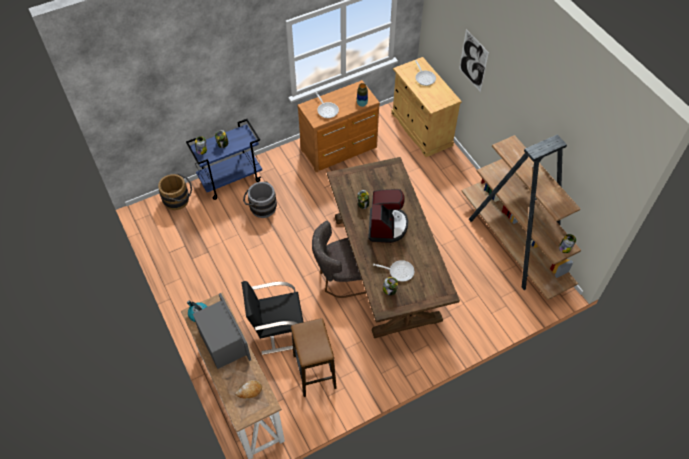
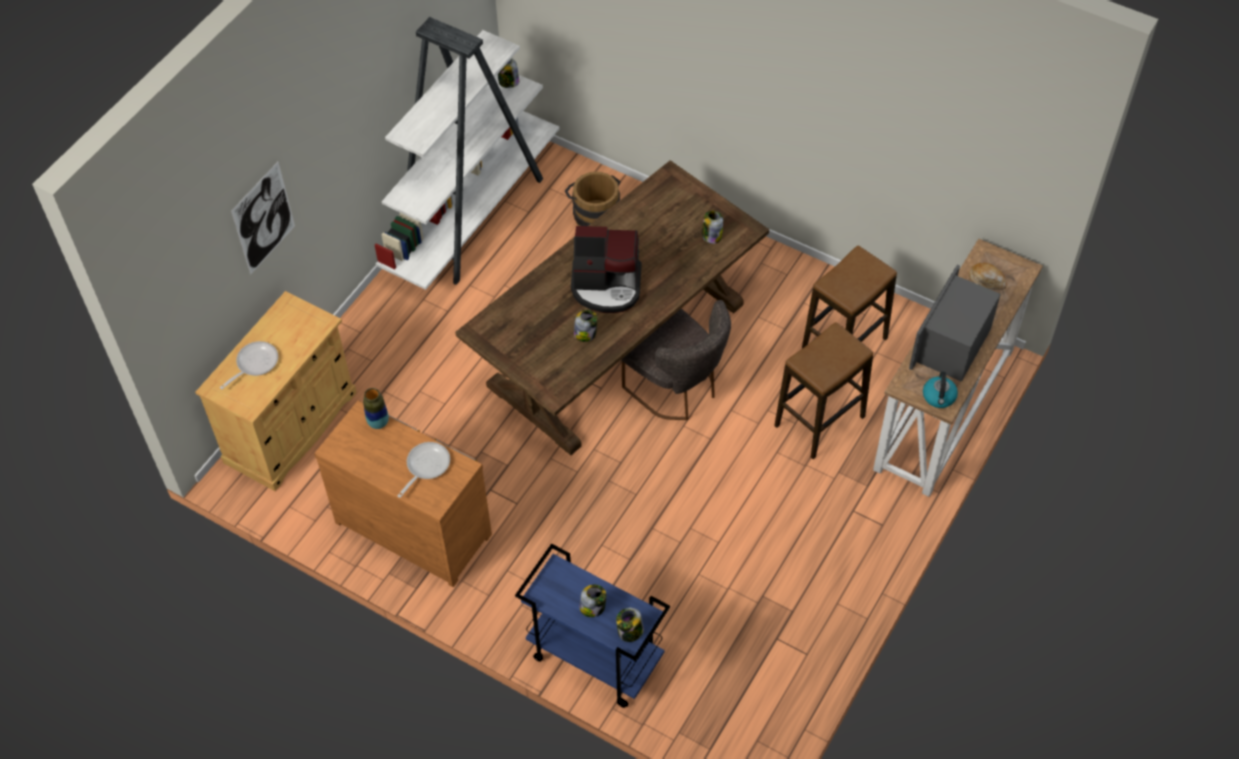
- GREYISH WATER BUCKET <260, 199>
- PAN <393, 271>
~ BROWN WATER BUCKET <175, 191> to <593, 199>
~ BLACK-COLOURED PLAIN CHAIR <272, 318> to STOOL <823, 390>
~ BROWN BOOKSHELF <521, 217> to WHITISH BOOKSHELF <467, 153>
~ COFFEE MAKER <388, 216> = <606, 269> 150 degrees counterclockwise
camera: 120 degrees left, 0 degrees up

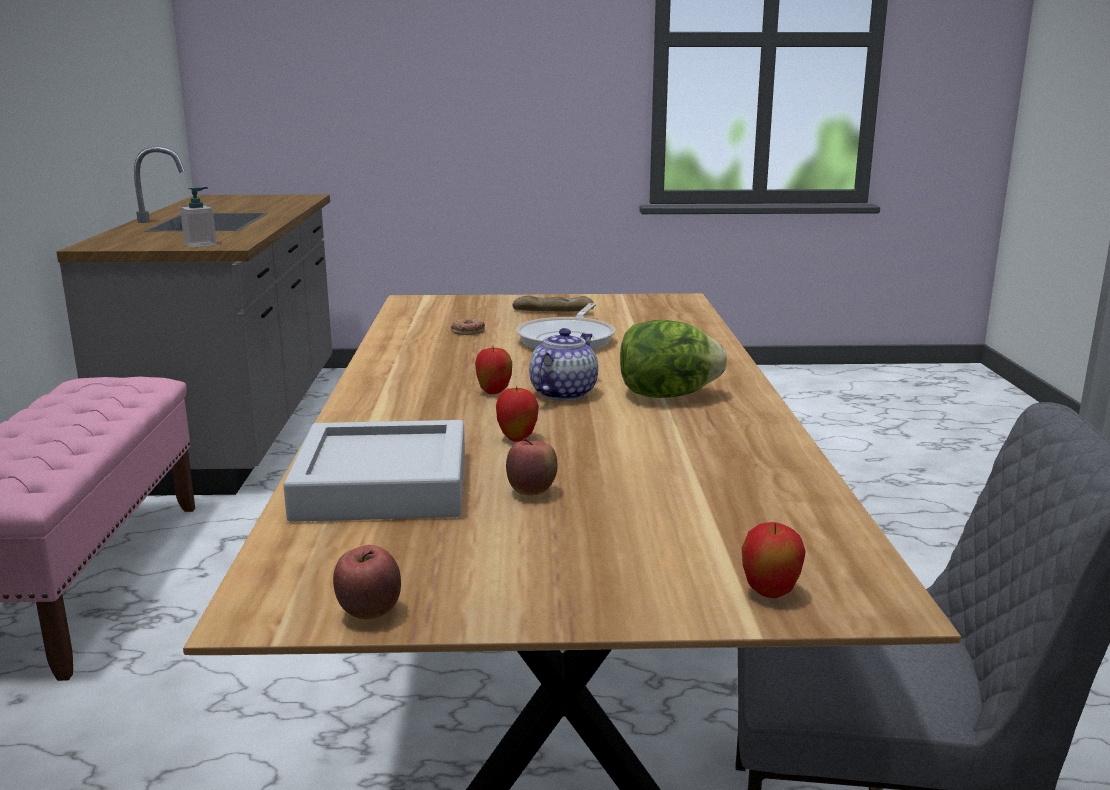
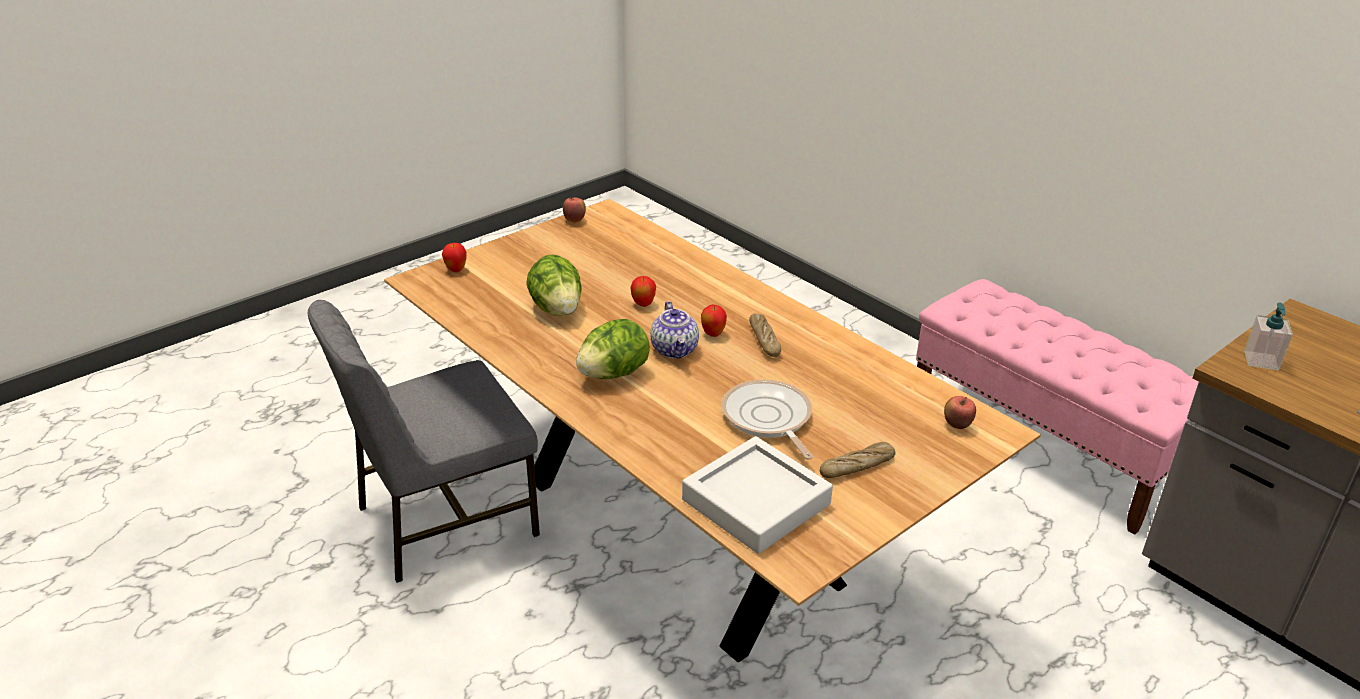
- RING DOUGHNUT <468, 326>
+ HEAD OF LETTUCE <554, 285>
+ BAKED BREAD <765, 335>
~ GREYISH TRAY <374, 471> to <757, 495>
~ APPLE FRUIT <532, 467> to <960, 412>
camera: 140 degrees right, 15 degrees up

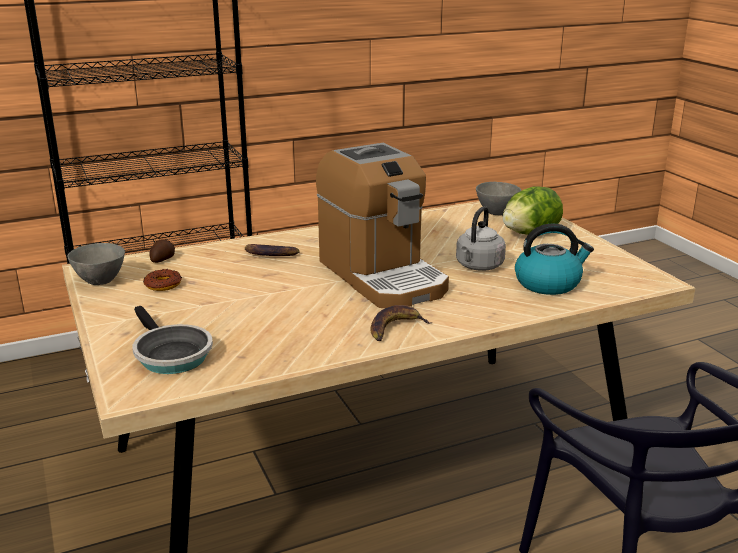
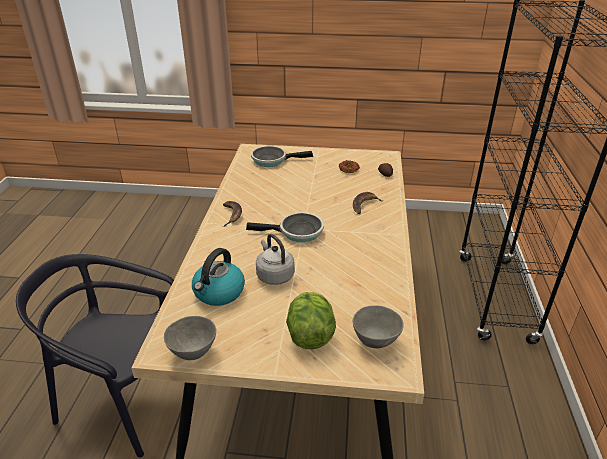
~ GREYISH DEEP DISH <96, 264> to <190, 338>
~ COFFEE MAKER <382, 225> to PAN <285, 227>
camera: 120 degrees right, 10 degrees up

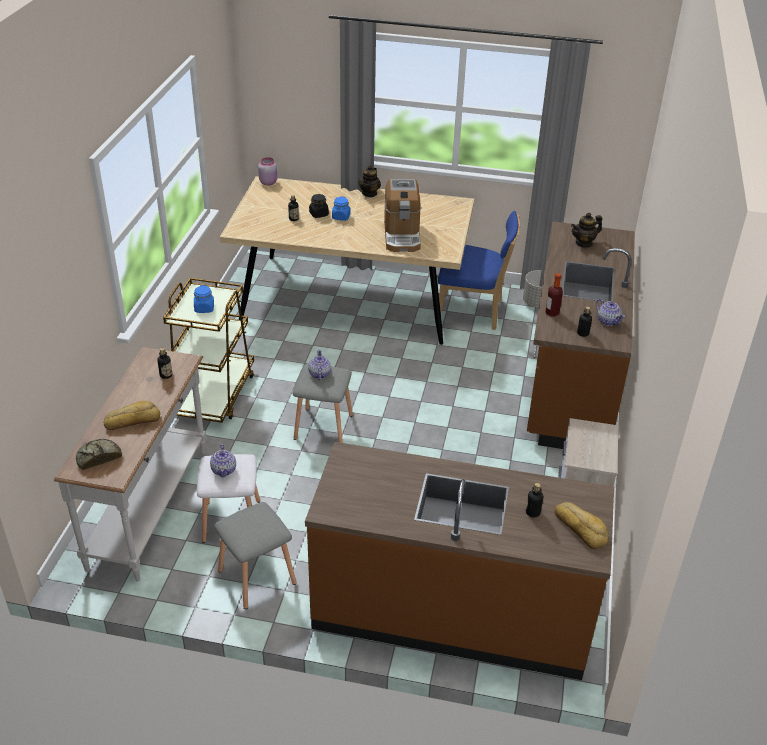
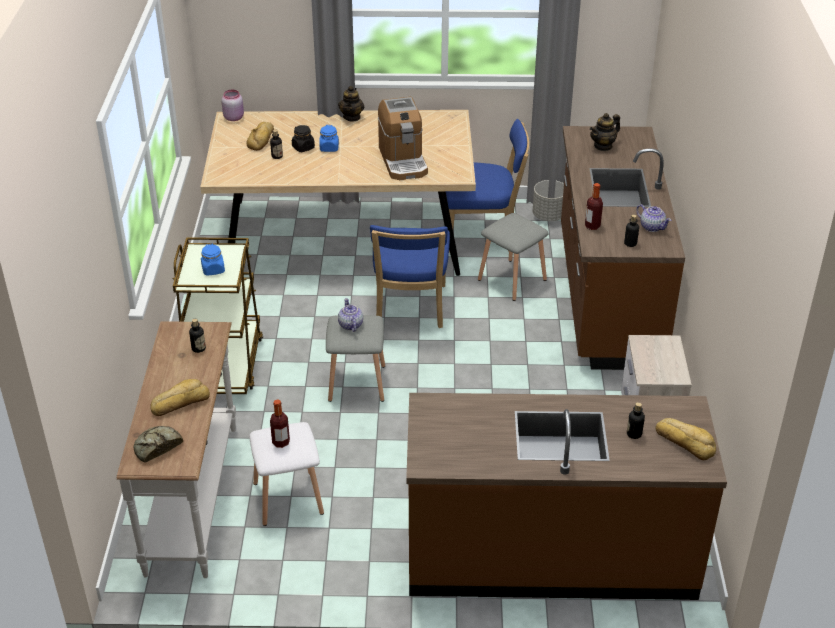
+ BAKED BREAD <260, 136>
+ BLUE PLAIN CHAIR <410, 276>
~ GREYISH STOOL <255, 555> to <513, 257>
~ TEA POT <223, 460> to BEVERAGE BOTTLE <280, 424>
camera: 10 degrees left, 0 degrees up

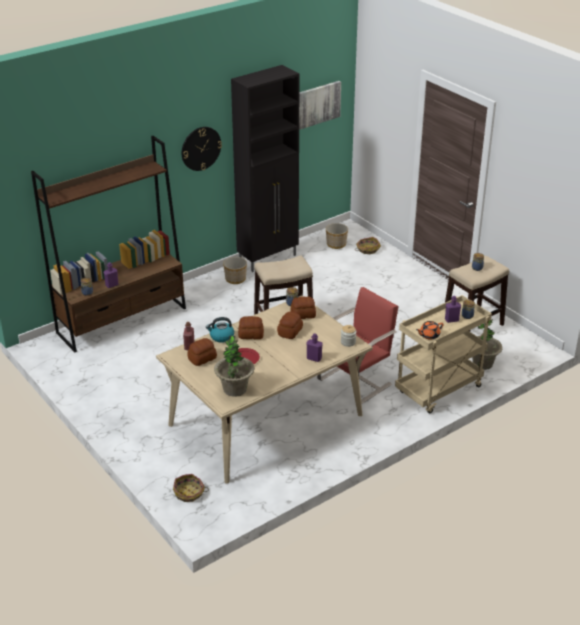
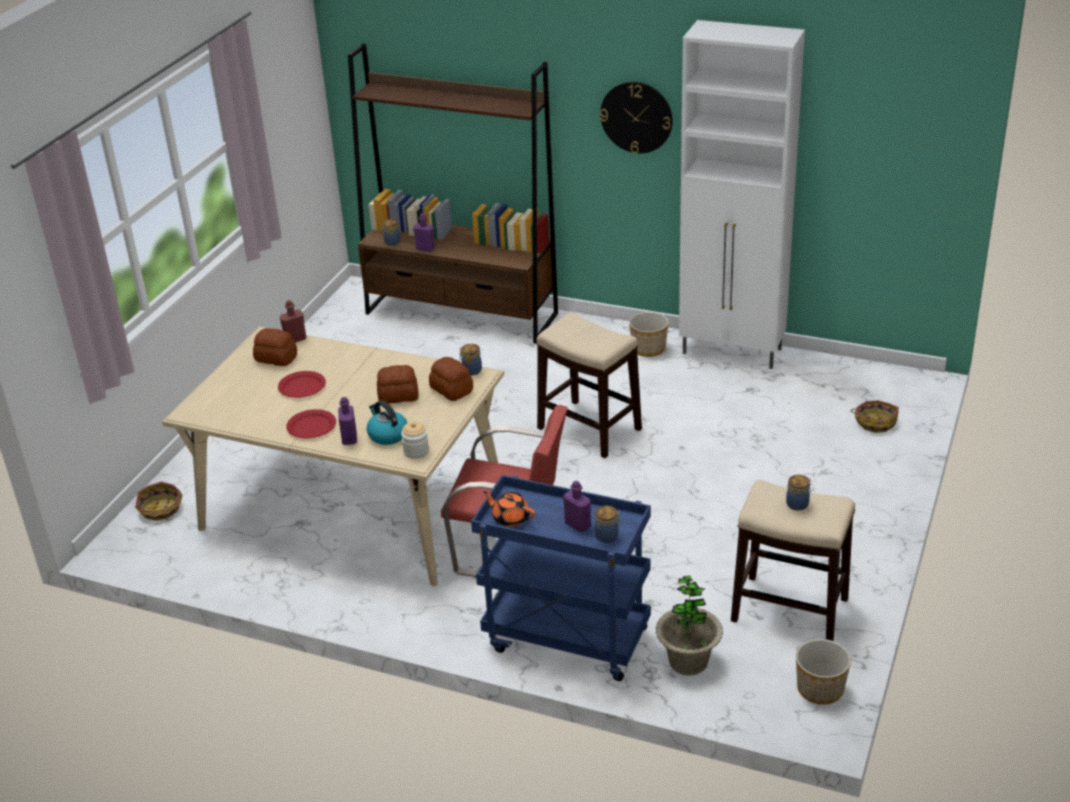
- PLANT IN A POT <234, 366>
- BAKED BREAD <251, 327>
- PICTURE <320, 105>
+ REDDISH FLAT DISH <311, 424>
~ WATER KETTLE <220, 330> to <387, 422>
~ FLOWER POT <337, 236> to <823, 672>
~ BLACK-COLOURED CUPBOARD <265, 168> to WHITISH CUPBOARD <742, 194>
~ BEIGE-COLOURED WHEELED CART <443, 354> to BLUE WHEELED CART <561, 578>
camera: 60 degrees right, 0 degrees up

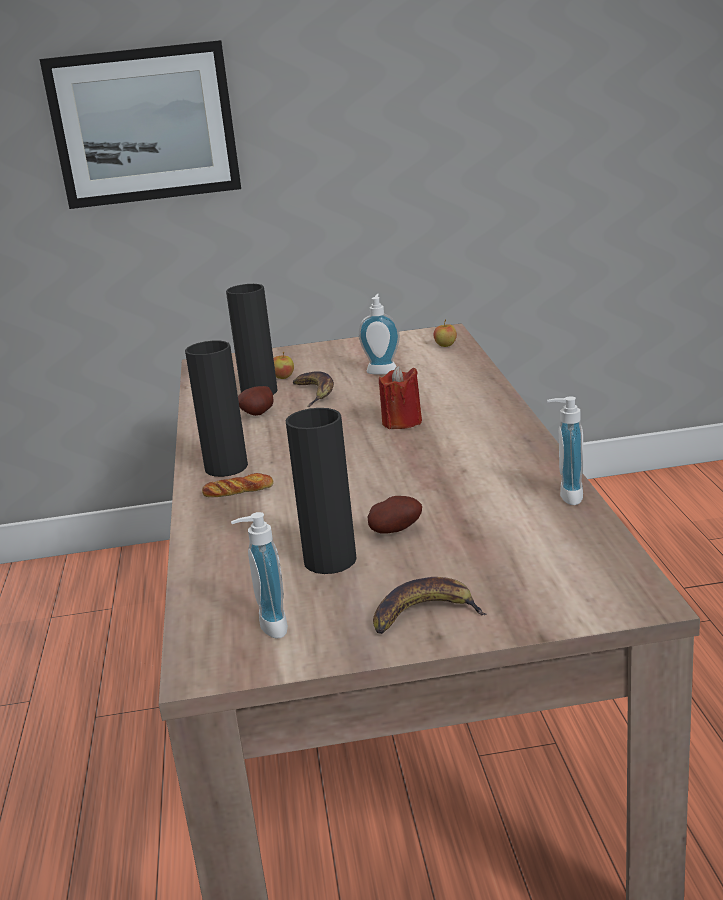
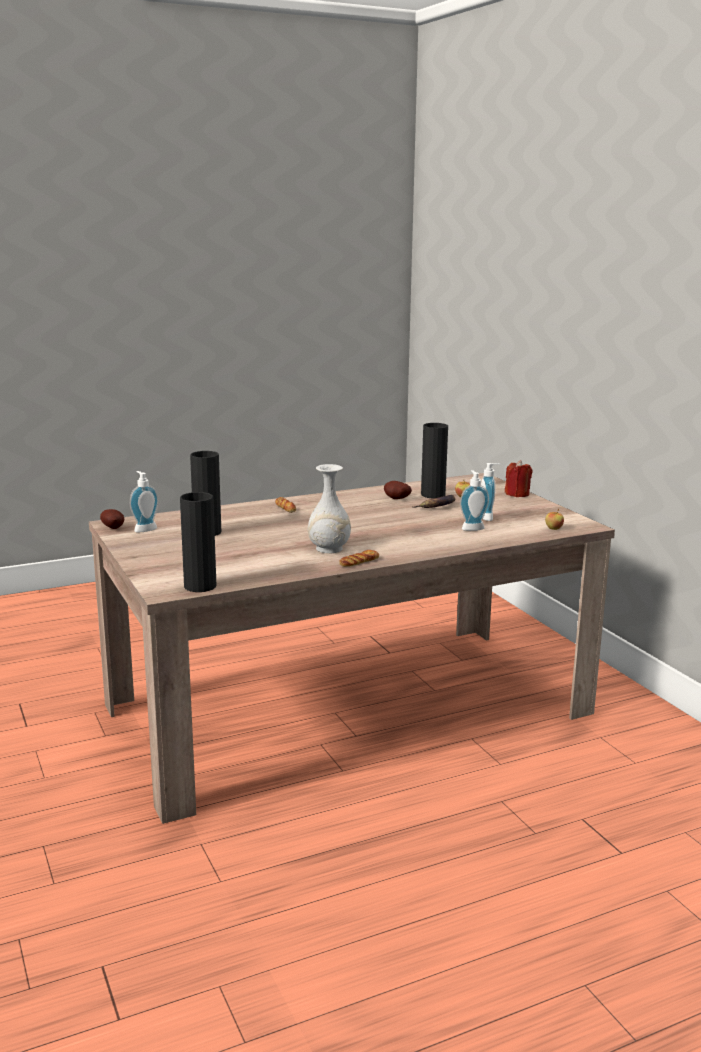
- PICTURE <140, 124>
- BANANA <430, 605>
+ WHITISH DECORATIVE VASE <329, 508>
+ BAKED BREAD <359, 558>
~ BLACK-COLOURED DECORATIVE VASE <216, 409> to <198, 542>
~ SPUD <395, 515> to <112, 519>
~ REDDISH WAX LIGHT <400, 397> to <518, 478>
~ LIQUID SOAP BOTTLE <565, 450> to <474, 500>
camera: 70 degrees right, 5 degrees down

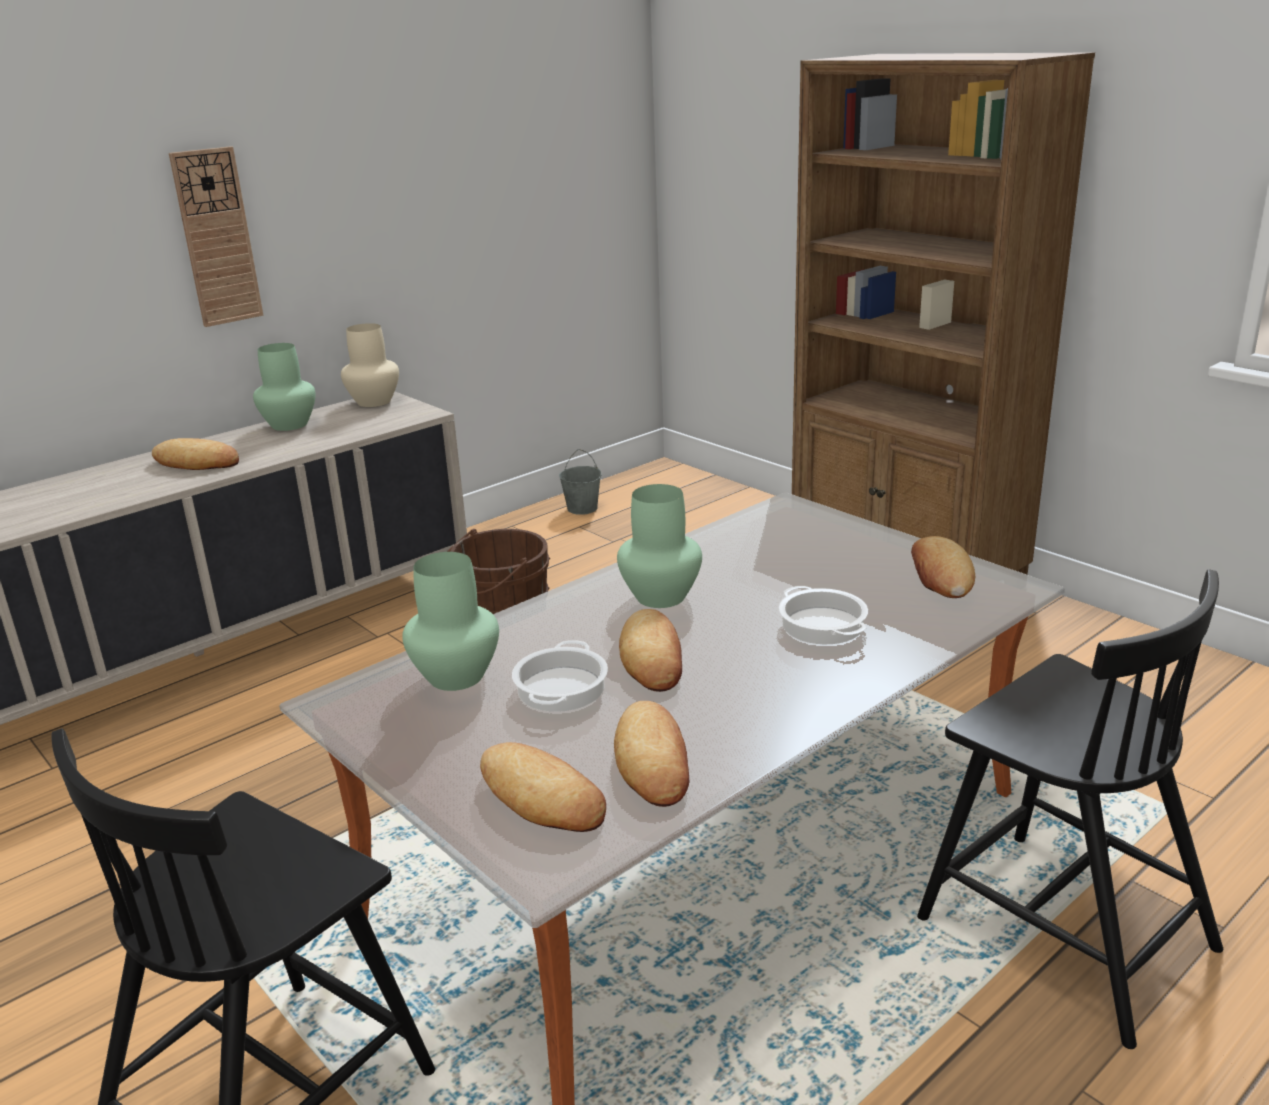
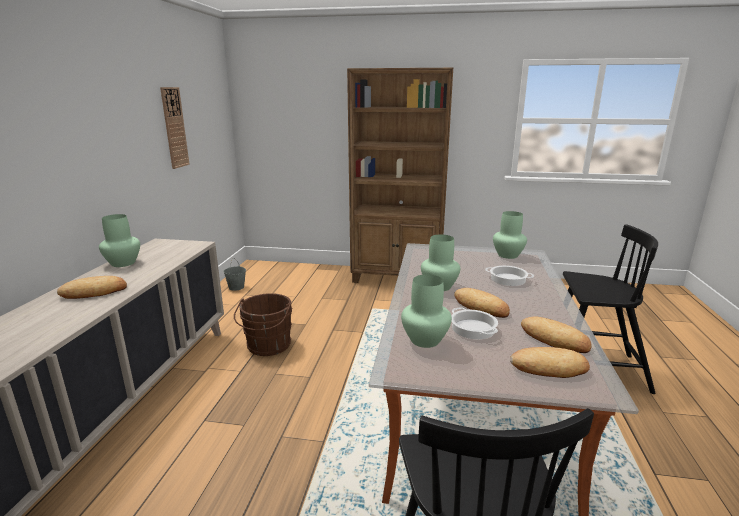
- BEIGE-COLOURED DECORATIVE VASE <370, 365>
~ HANGING CLOCK <216, 236> to <175, 128>
~ BAKED BREAD <943, 567> to GREEN-COLOURED DECORATIVE VASE <510, 235>
camera: 40 degrees left, 5 degrees down

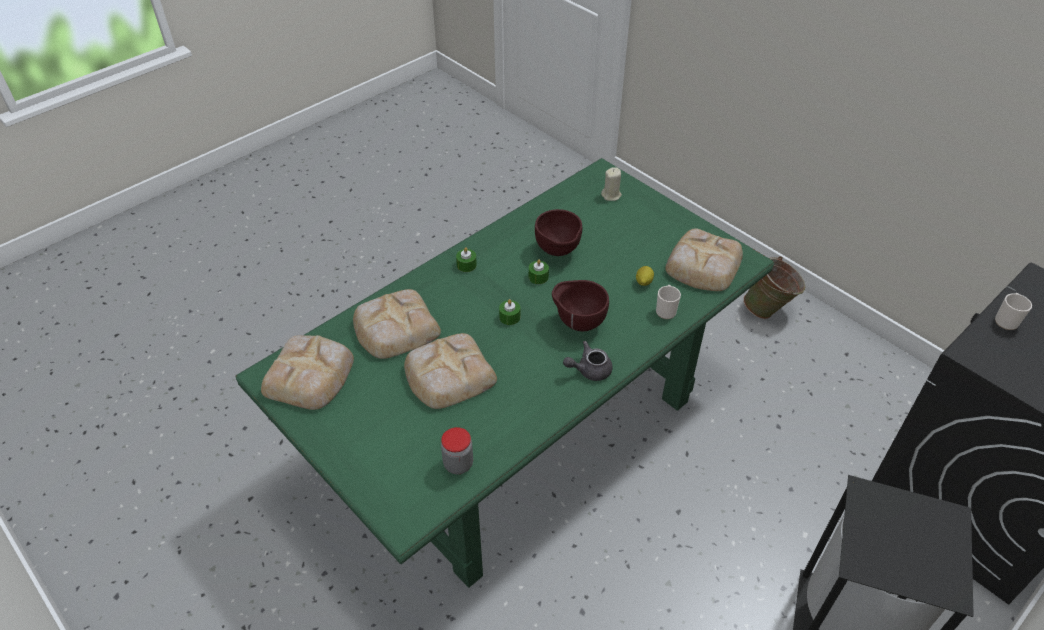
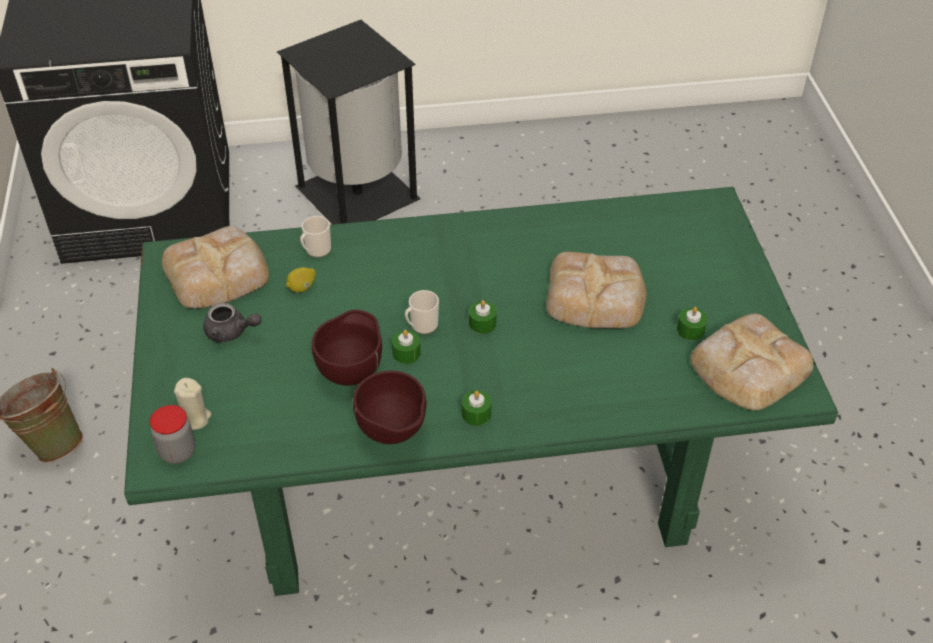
- BAKED BREAD <397, 324>
+ GREEN-COLOURED WAX LIGHT <692, 324>
~ JAR <457, 450> to <172, 434>
~ BROWN DEEP DISH <580, 305> to <389, 407>
~ GREYISH TEA POT <588, 361> to <232, 322>
~ MUG <1013, 311> to <422, 312>
camera: 145 degrees left, 0 degrees up

